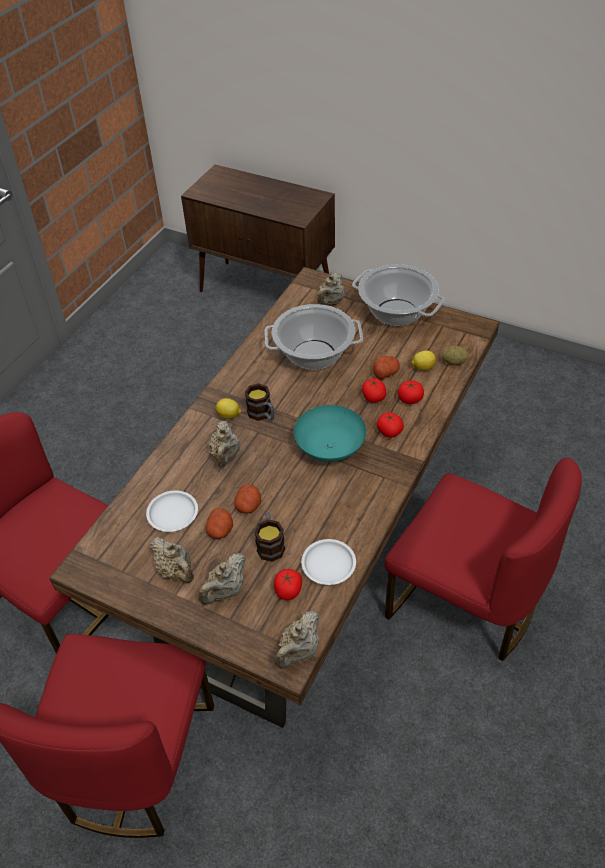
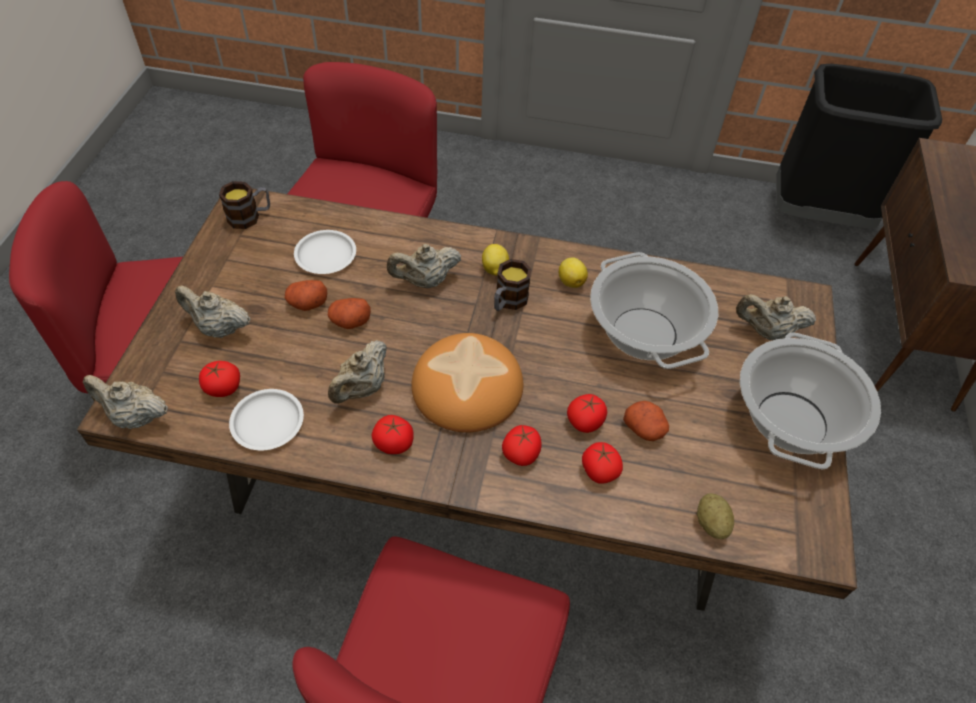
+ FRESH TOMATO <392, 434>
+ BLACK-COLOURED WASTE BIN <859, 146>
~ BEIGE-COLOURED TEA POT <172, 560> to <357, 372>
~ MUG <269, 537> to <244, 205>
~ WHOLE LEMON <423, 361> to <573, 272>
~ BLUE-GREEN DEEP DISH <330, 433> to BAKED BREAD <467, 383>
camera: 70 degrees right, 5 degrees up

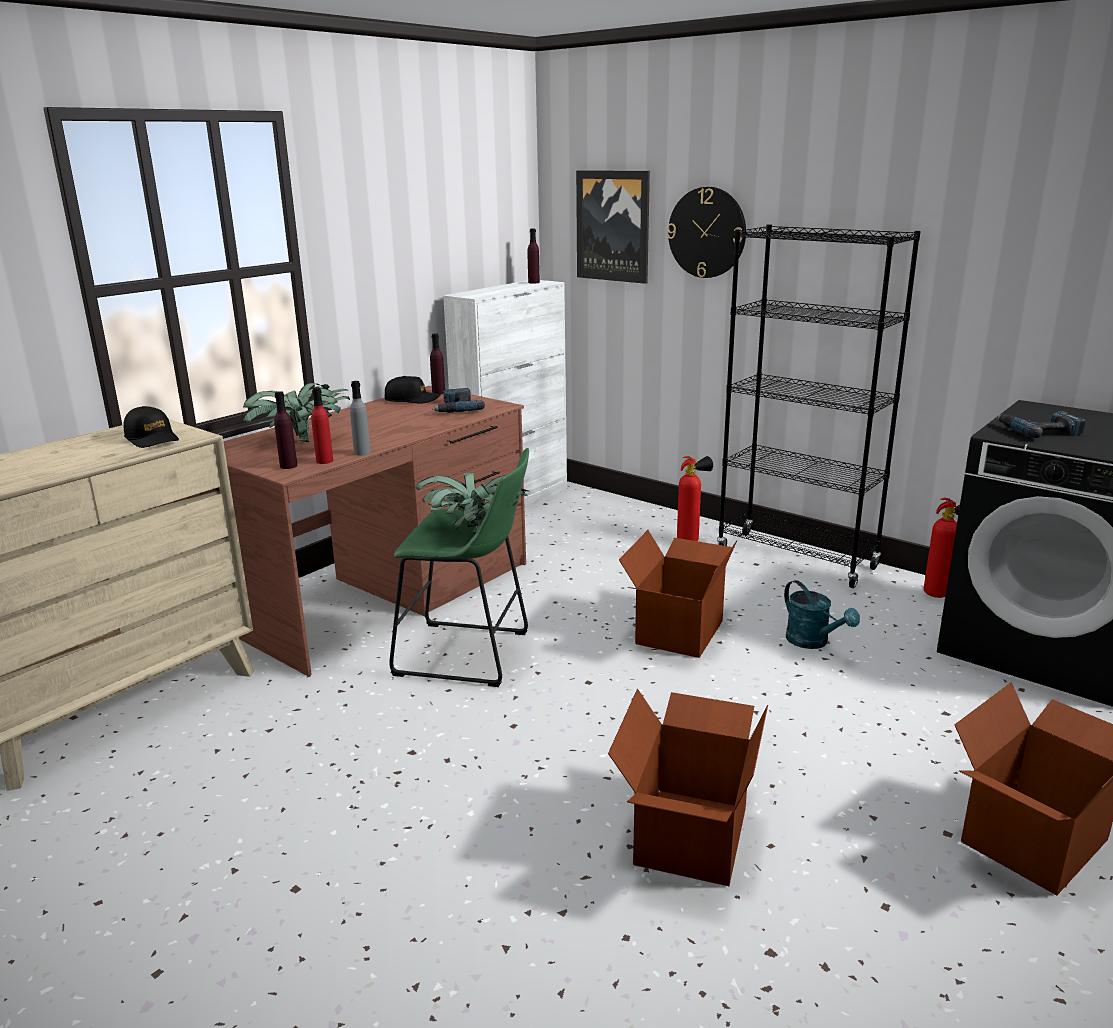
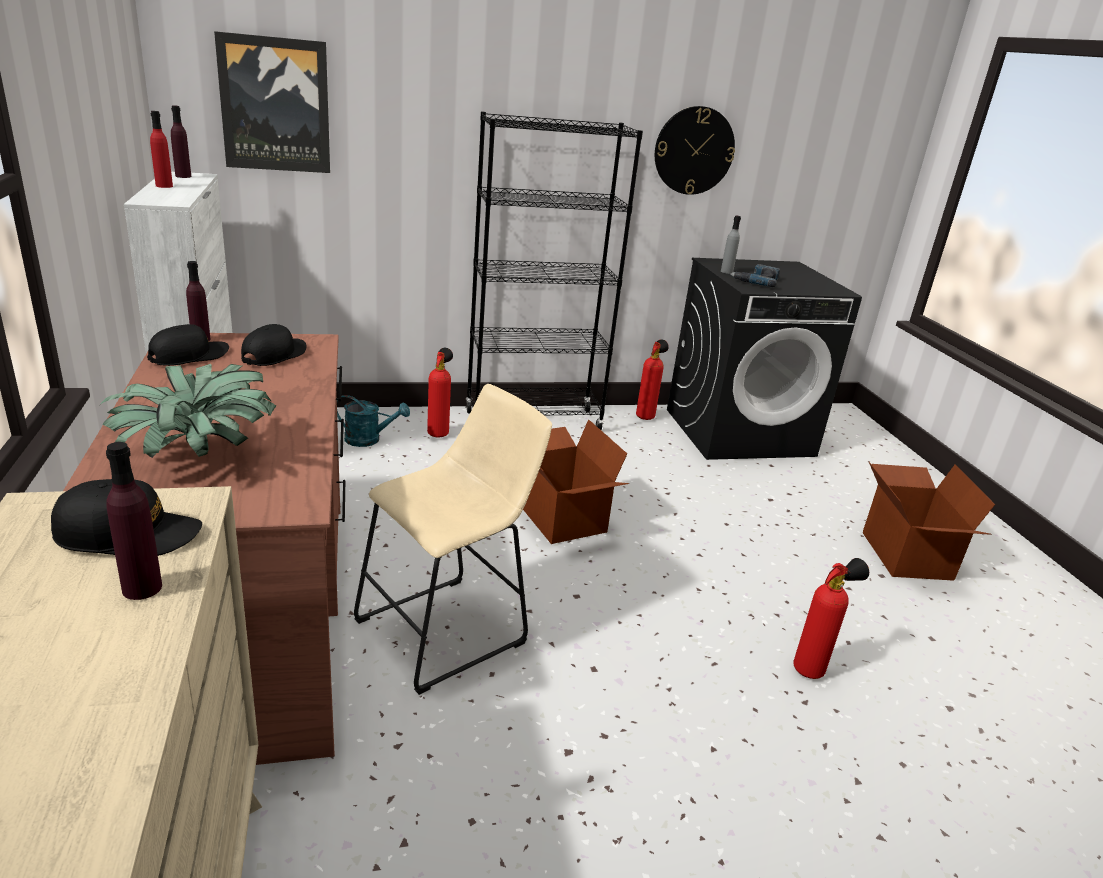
- PLANT IN A POT <471, 503>
~ PURPLE BEVERAGE BOTTLE <285, 430> to <134, 521>
~ REDDISH BEVERAGE BOTTLE <322, 425> to <161, 149>
~ GREYISH BEVERAGE BOTTLE <360, 418> to <731, 244>
~ HANGING CLOCK <706, 232> to <695, 150>
~ BLUE-GREEN WATERING POT <822, 614> to <373, 421>
~ POWER DRILL <459, 400> to BLACK-COLOURED BASEBALL CAP <274, 345>
~ CARDBOARD BOX <688, 787> to FIRE-FIGHTING CYLINDER <831, 618>
~ GREEN-COLOURED STOOL <459, 567> to BEIGE-COLOURED STOOL <453, 539>
camera: 55 degrees left, 5 degrees up

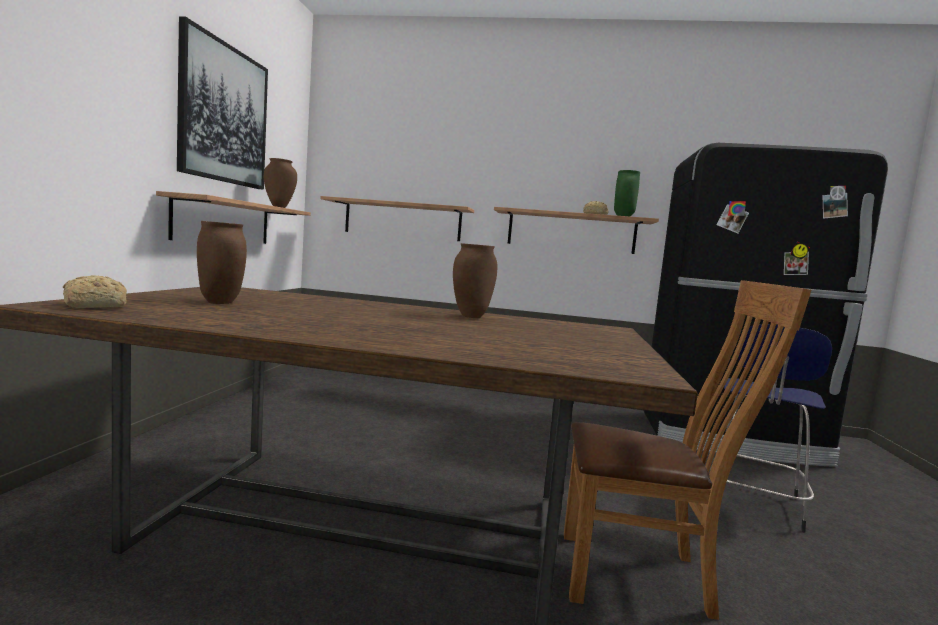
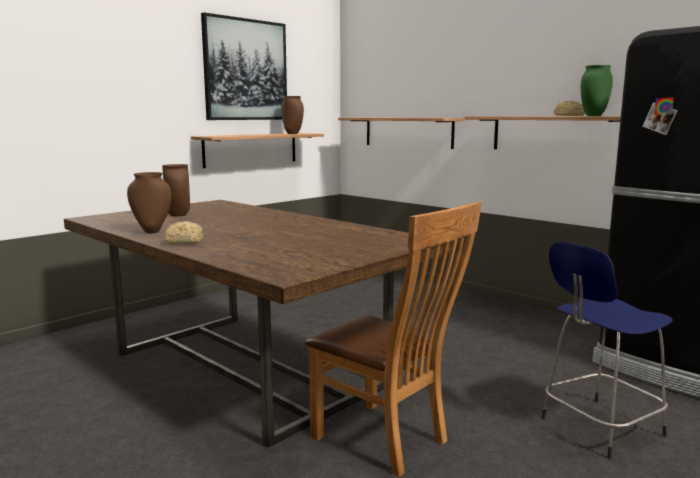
~ BAKED BREAD <95, 291> to <184, 232>
~ BROWN DECORATIVE VASE <475, 280> to <149, 202>
camera: 35 degrees right, 5 degrees up

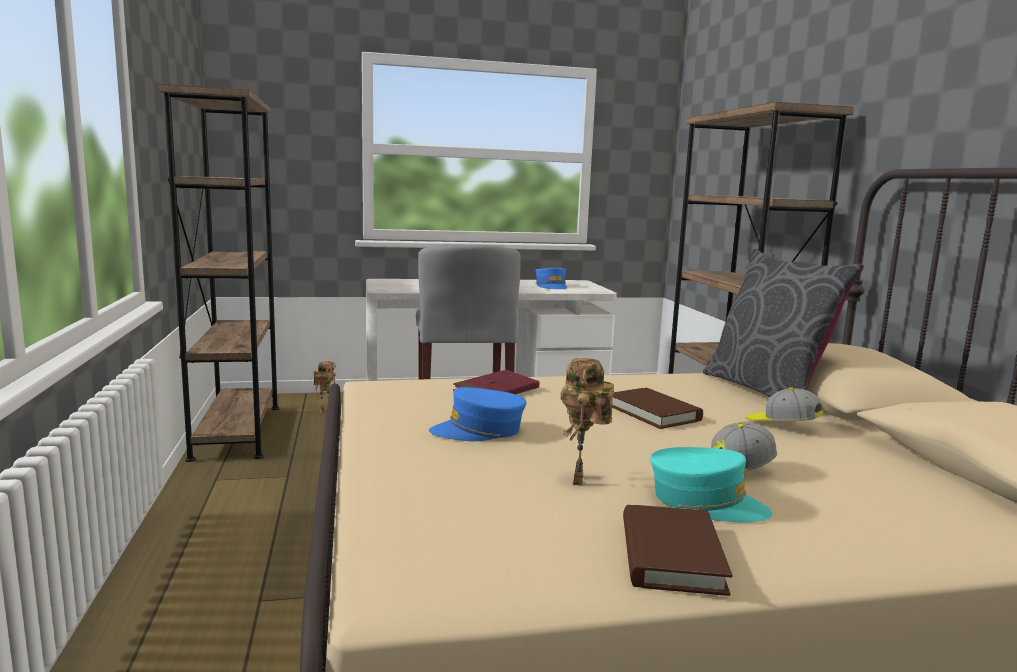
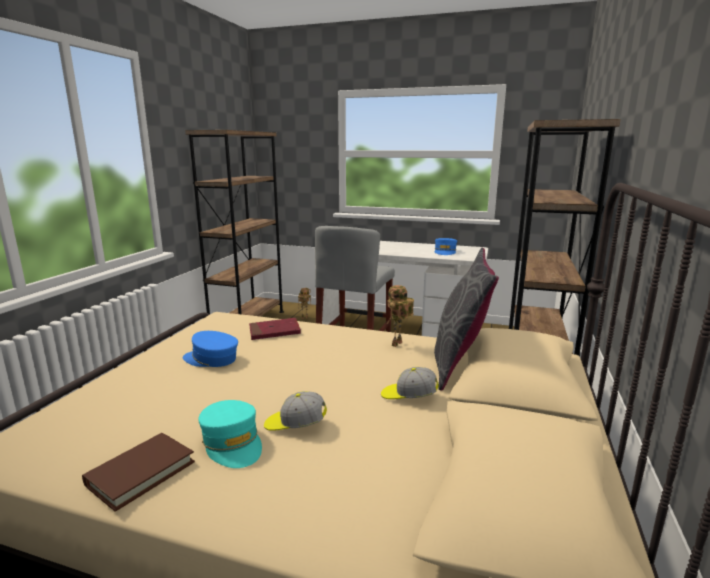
- BROWN BOUND BOOK <657, 408>
~ TOY ROBOT <587, 422> to <400, 316>
~ BASEBALL CAP <785, 404> = <410, 383> 60 degrees counterclockwise
camera: 30 degrees right, 5 degrees up

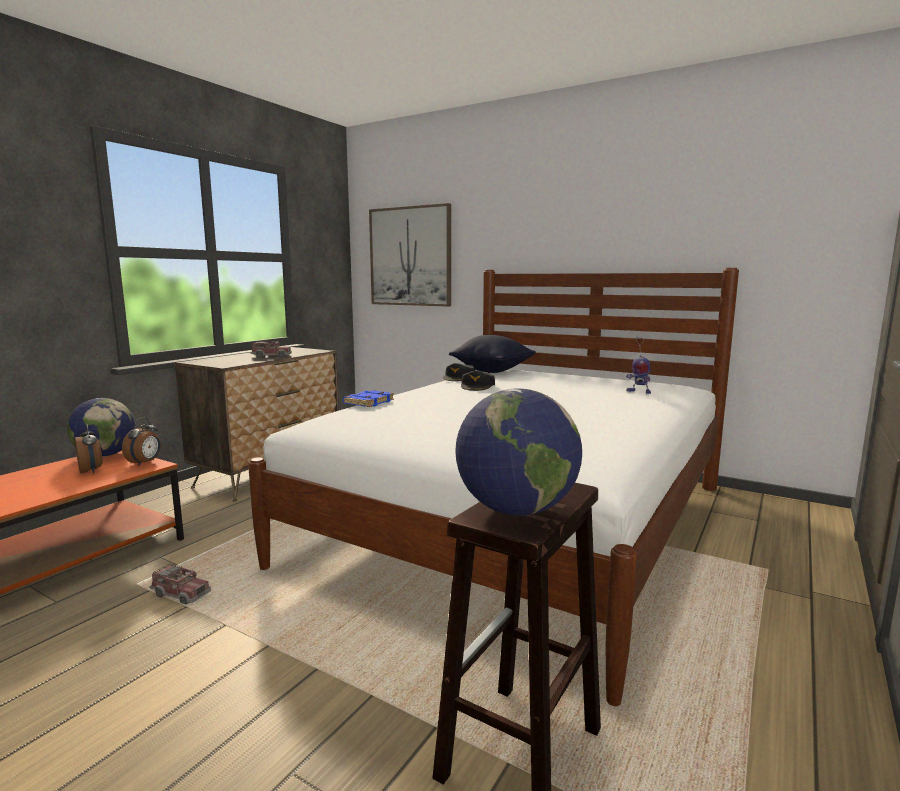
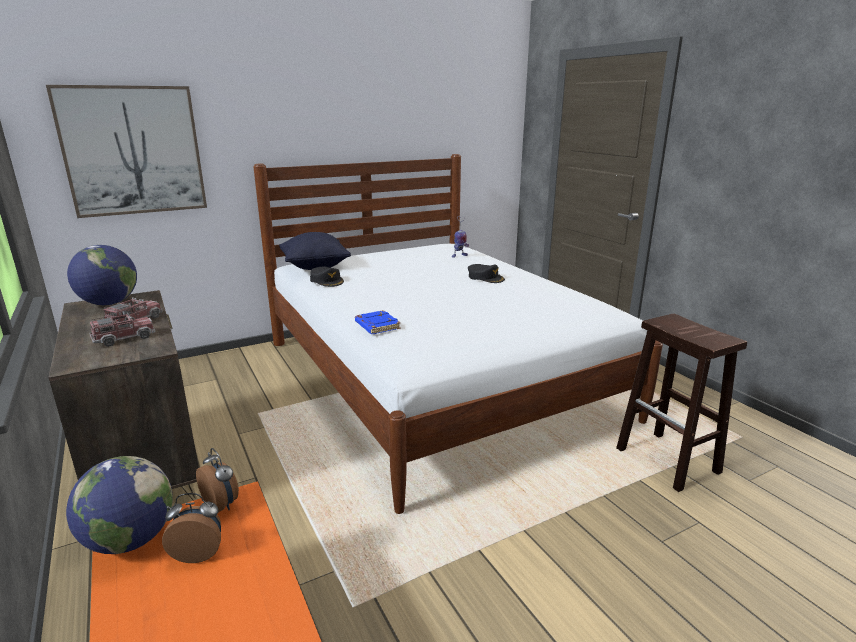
~ TOY LORRY <180, 583> to <123, 330>
~ GLOBE <518, 452> to <102, 275>
~ BLACK-COLOURED BASEBALL CAP <478, 381> to <486, 273>
camera: 60 degrees left, 10 degrees up

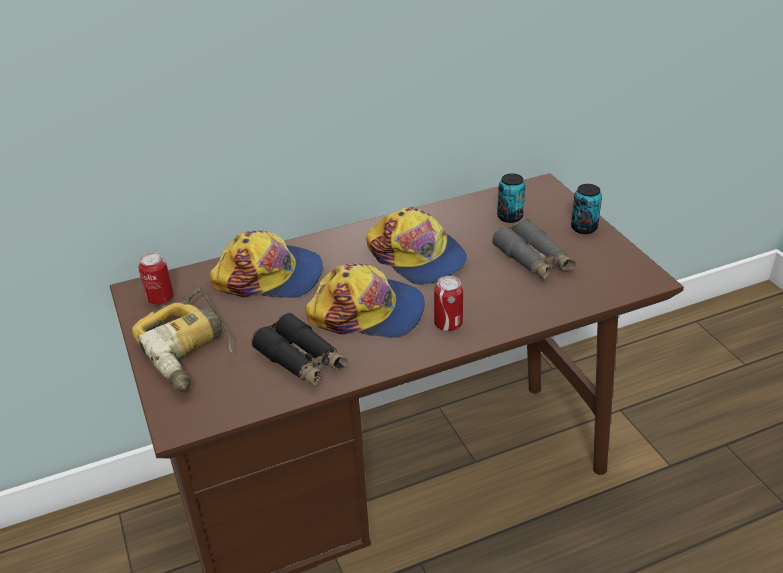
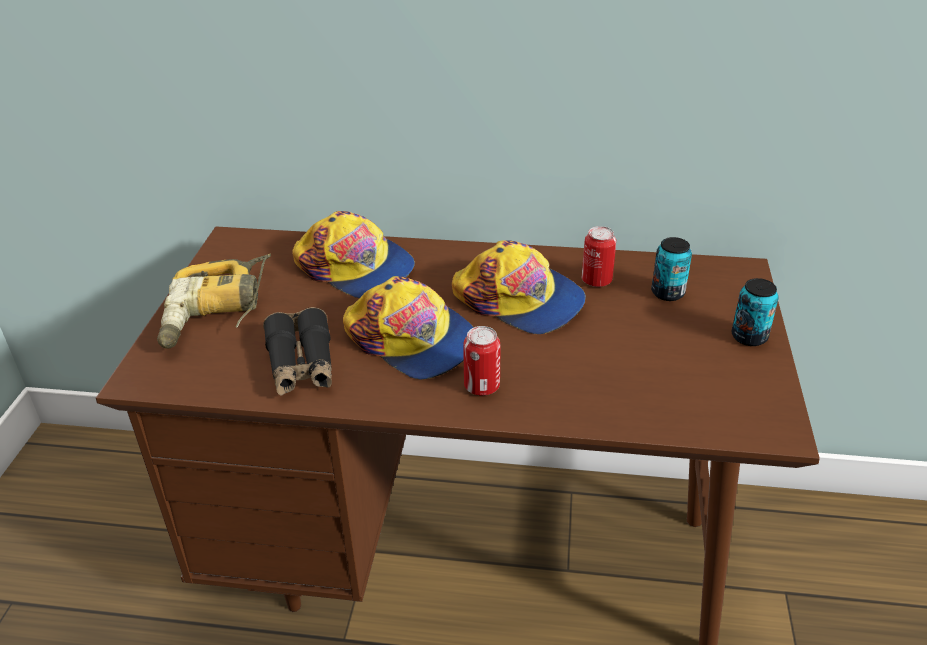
- GREYISH FIELD GLASSES <534, 249>
~ SEALED CAN <156, 278> to <599, 256>
~ BASEBALL CAP <416, 246> = <519, 287> 45 degrees counterclockwise
camera: 30 degrees right, 0 degrees up

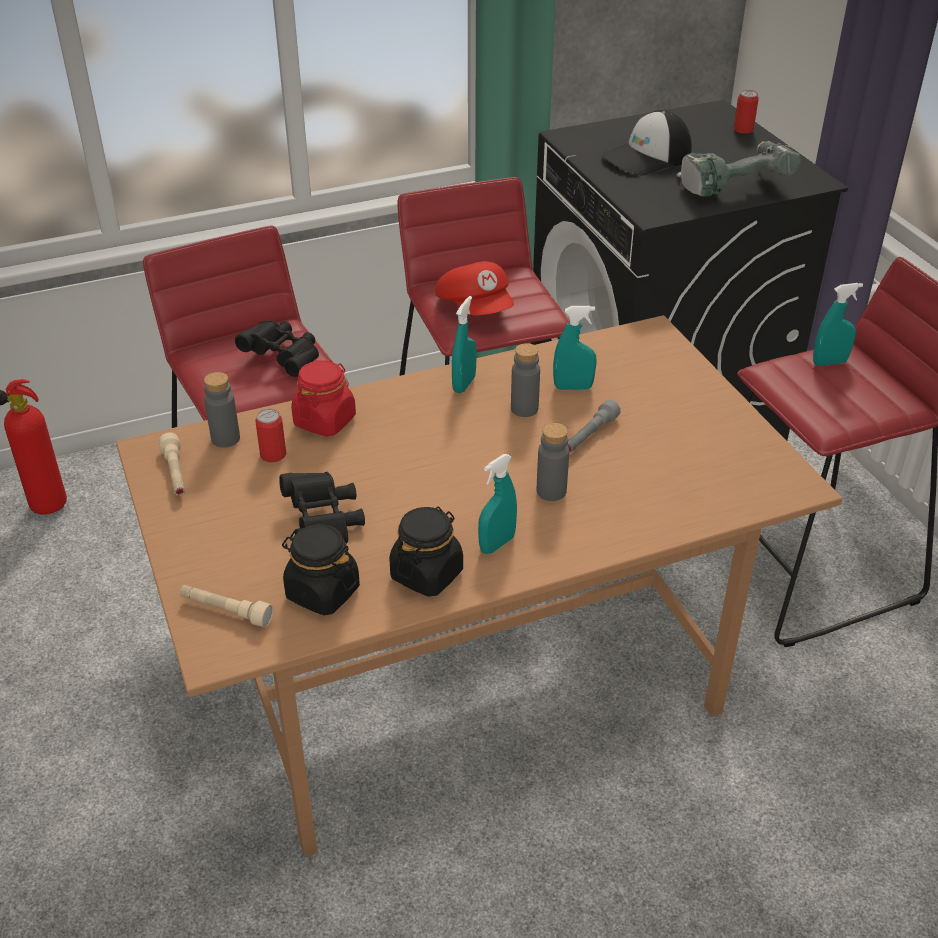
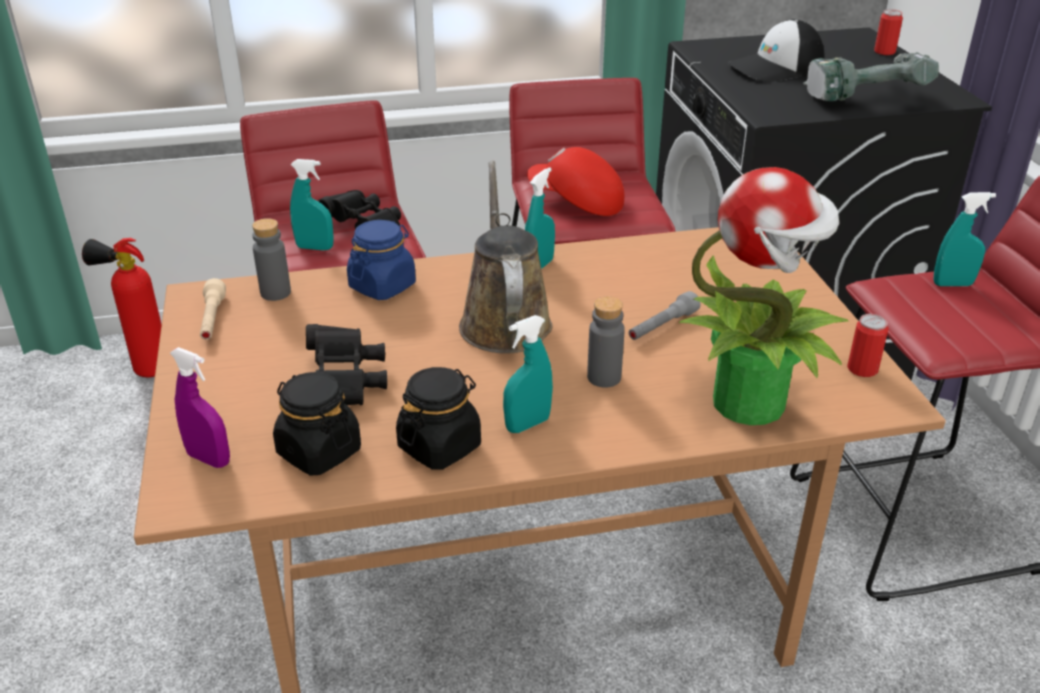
- GREYISH BEVERAGE BOTTLE <525, 380>
+ BROWN WATERING POT <506, 257>
+ PLANT IN A POT <764, 296>
~ SEALED CAN <270, 435> to <868, 345>
~ BLUE-GREEN HAND SPRAYER <575, 348> to <312, 204>
~ BEIGE-COLOURED TORCH <227, 606> to PURPLE HAND SPRAYER <200, 407>
~ REDDISH JAR <323, 398> to BLUE JAR <381, 260>
~ REDDISH BASEBALL CAP <475, 288> = <575, 181> 135 degrees clockwise
camera: 10 degrees right, 5 degrees down

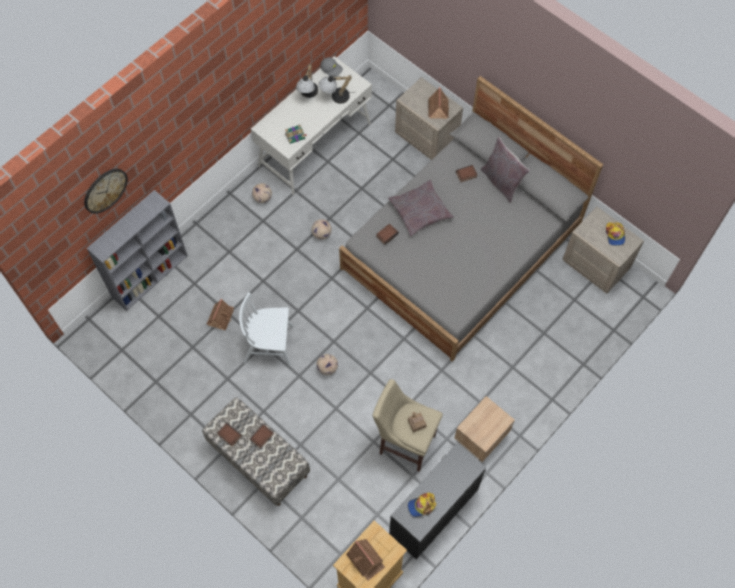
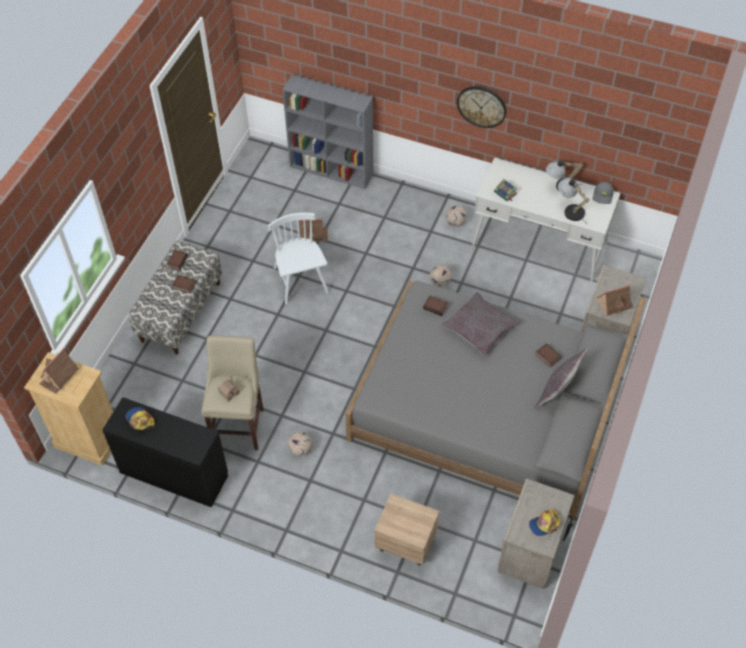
~ HANGING CLOCK <106, 191> to <481, 107>
~ BALL FOR FOOTBALL <327, 364> to <300, 444>
~ BEIGE-COLOURED NIGHTSTAND <484, 429> to <407, 529>
camera: 70 degrees right, 10 degrees down

